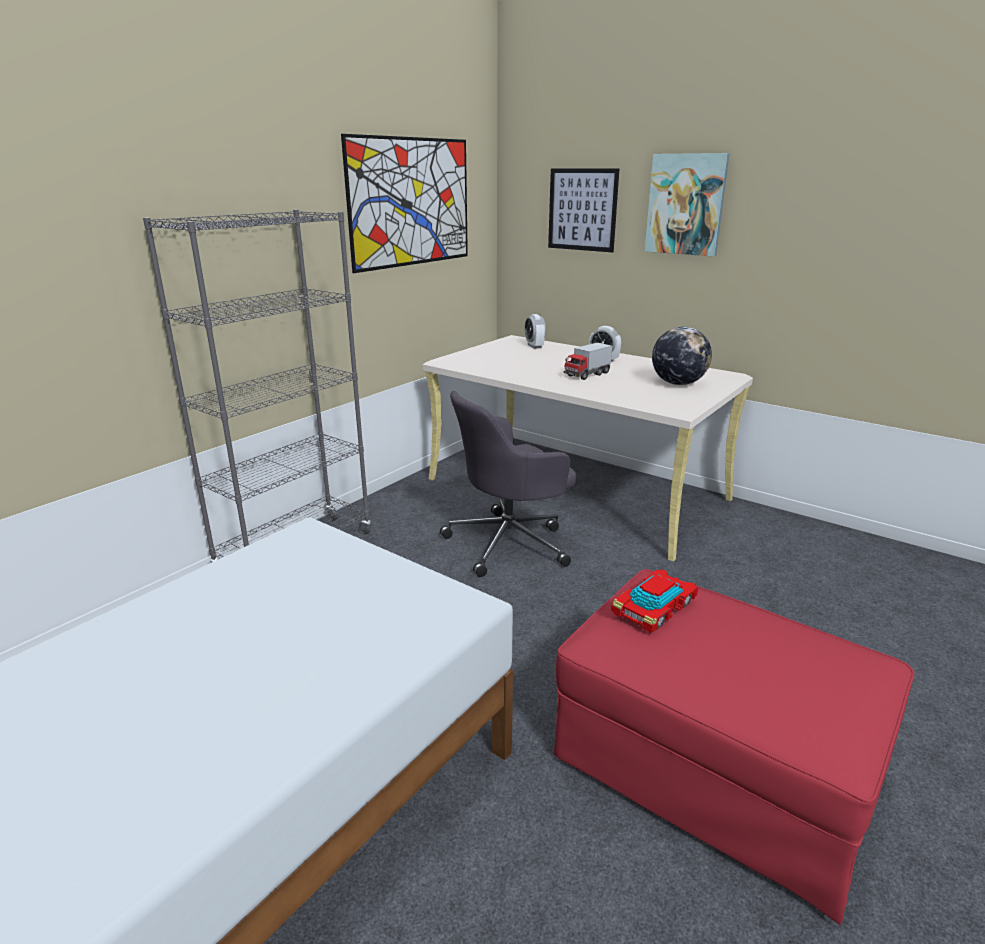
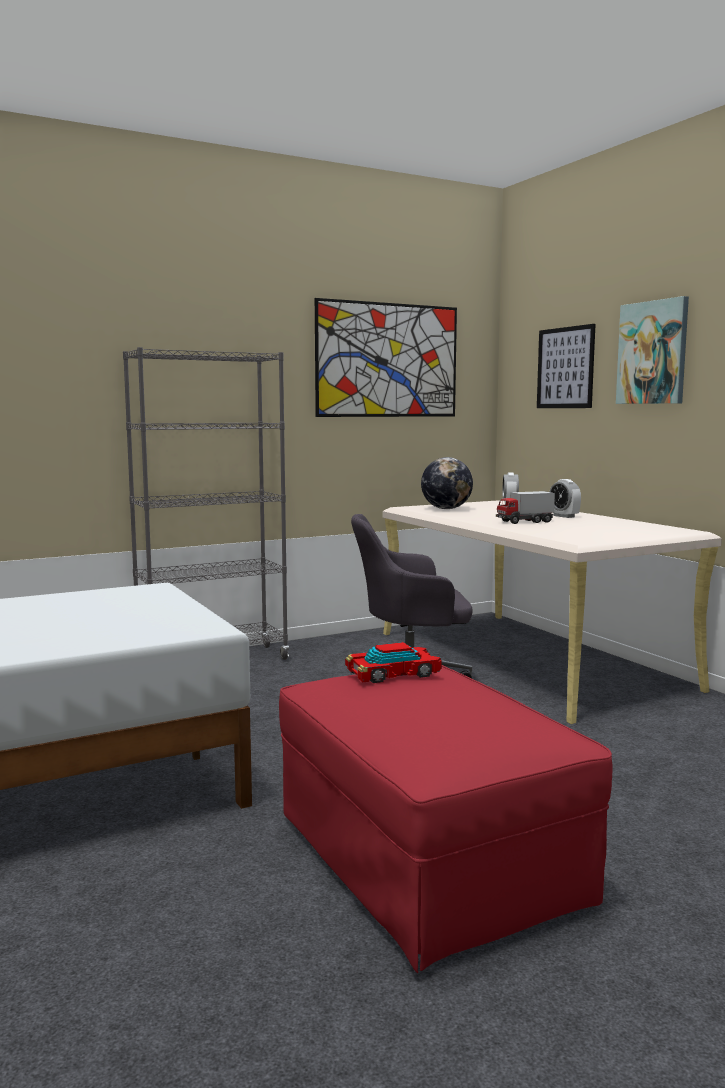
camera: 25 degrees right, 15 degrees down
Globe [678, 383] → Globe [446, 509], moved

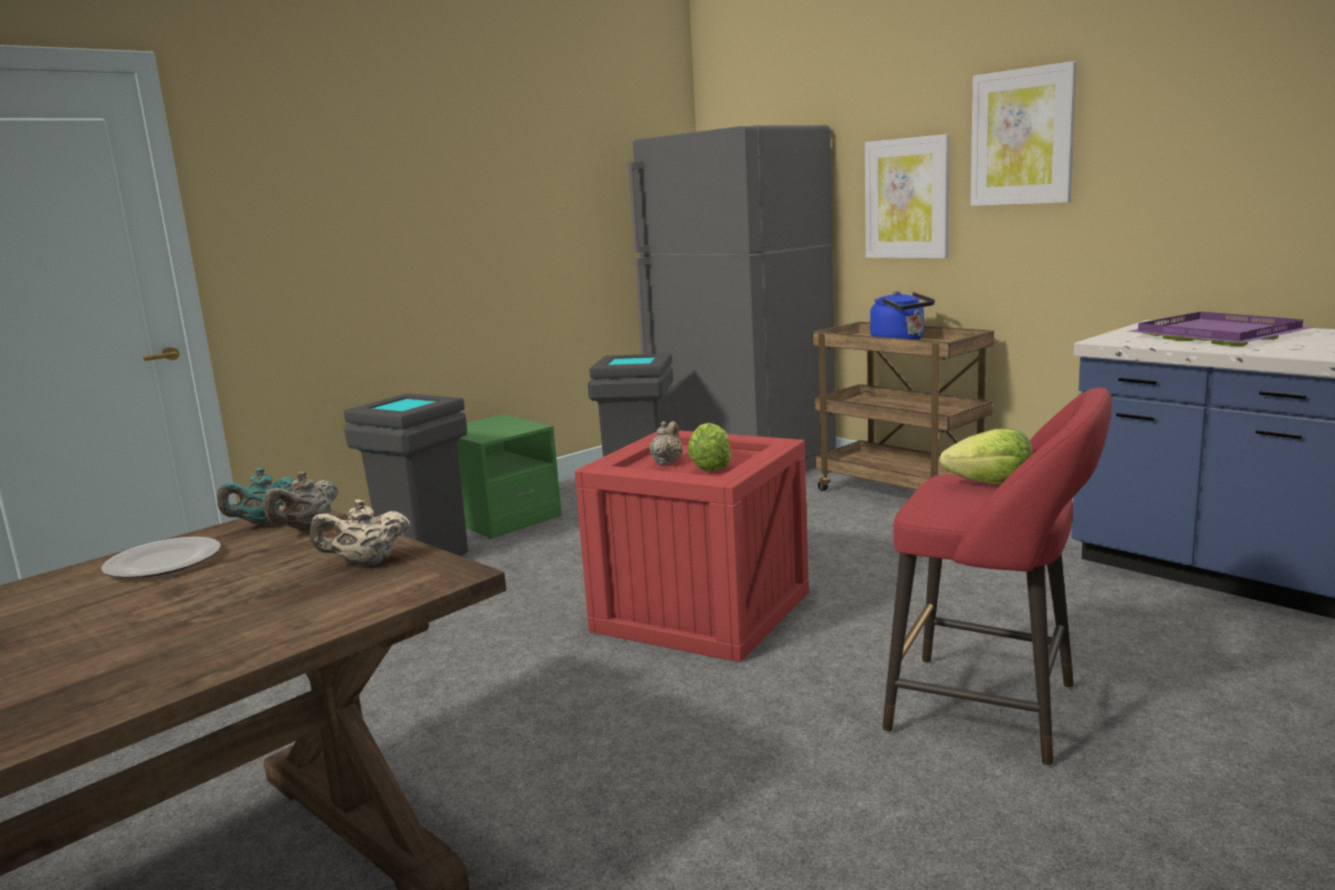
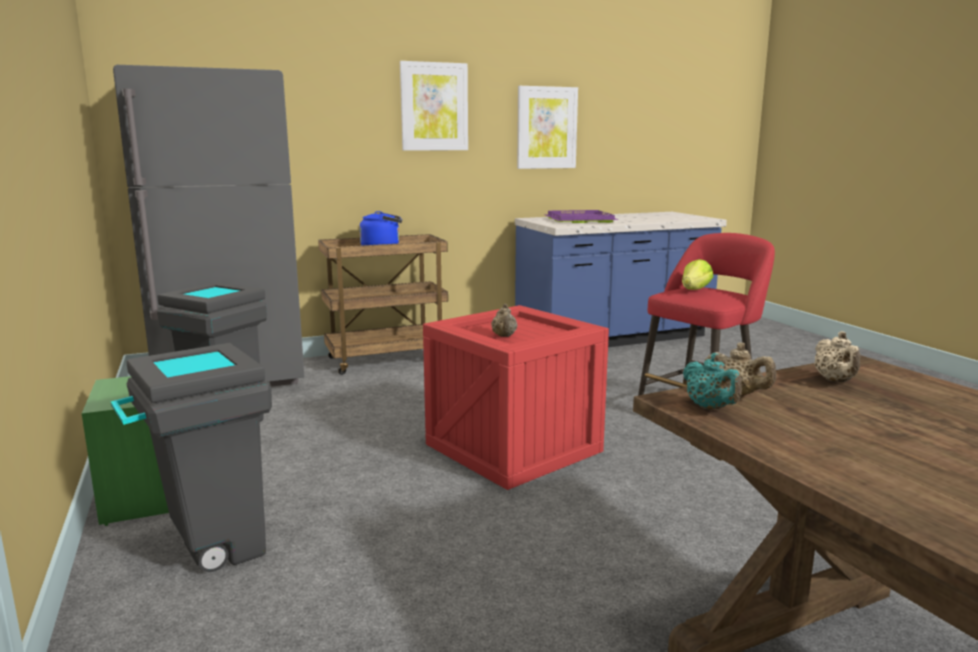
camera: 70 degrees left, 0 degrees up
Plate [165, 562] → -
Lettuce [710, 466] → -
Picture [907, 198] → Picture [546, 128], moved
BeigeTeapot [667, 462] → BeigeTeapot [504, 336], 135 degrees counterclockwise

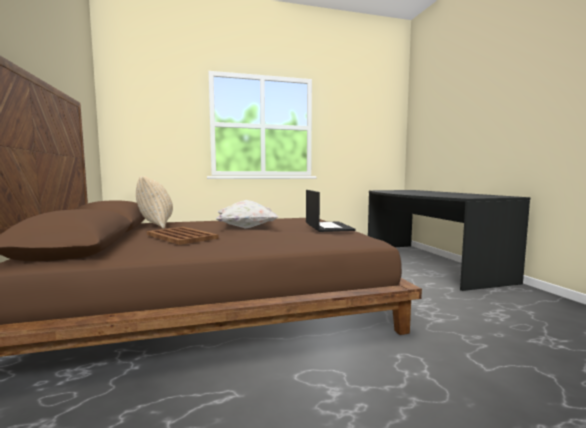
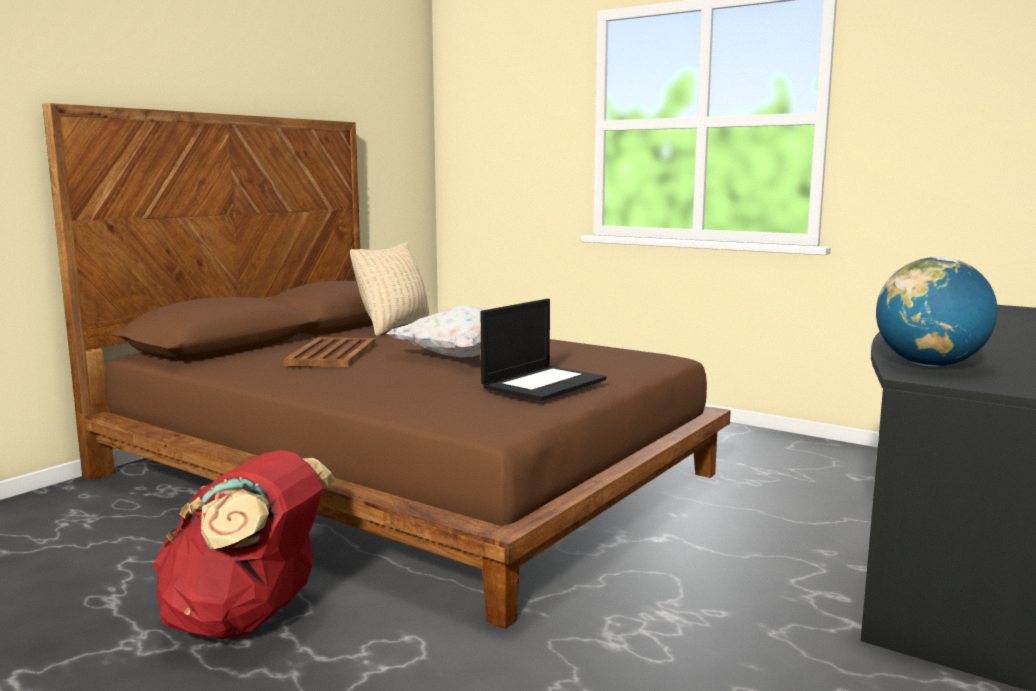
camera: 50 degrees right, 5 degrees up
- → RedBackpack [248, 620]
- → Globe [929, 365]

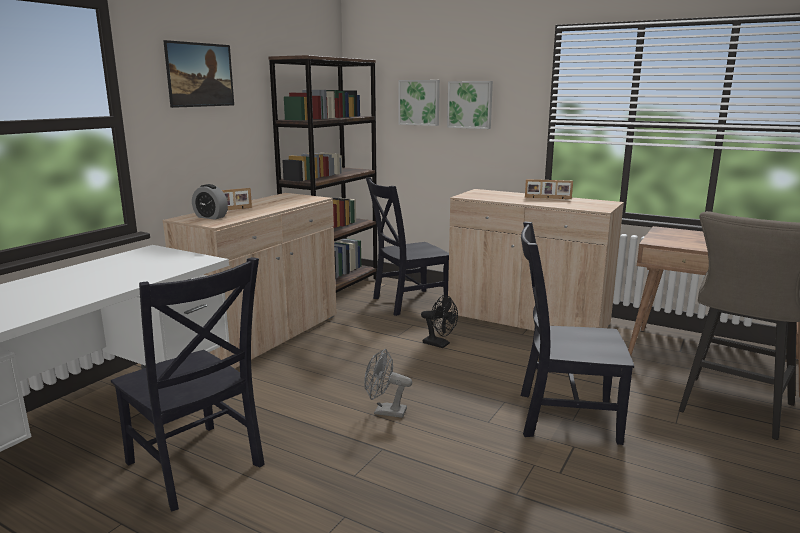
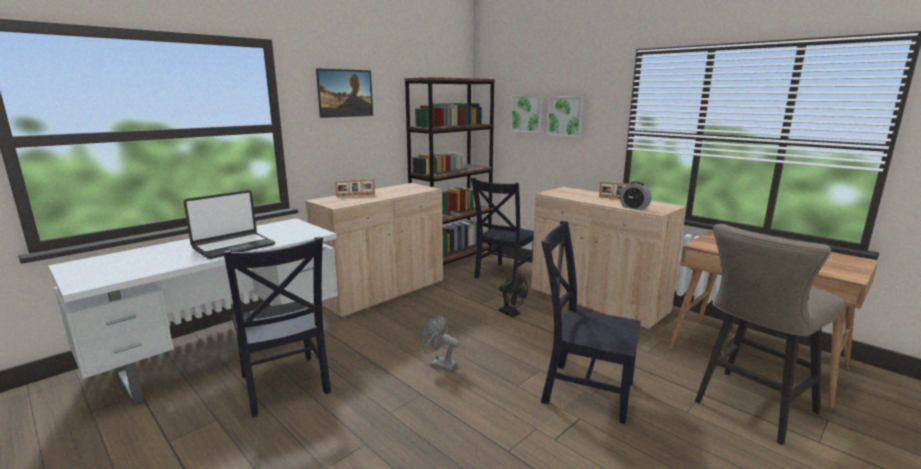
camera: 15 degrees right, 0 degrees up
- → Laptop [233, 246]
AlarmClock [211, 217] → AlarmClock [634, 208], moved
BlackChair [407, 302] → BlackChair [504, 275], 45 degrees counterclockwise

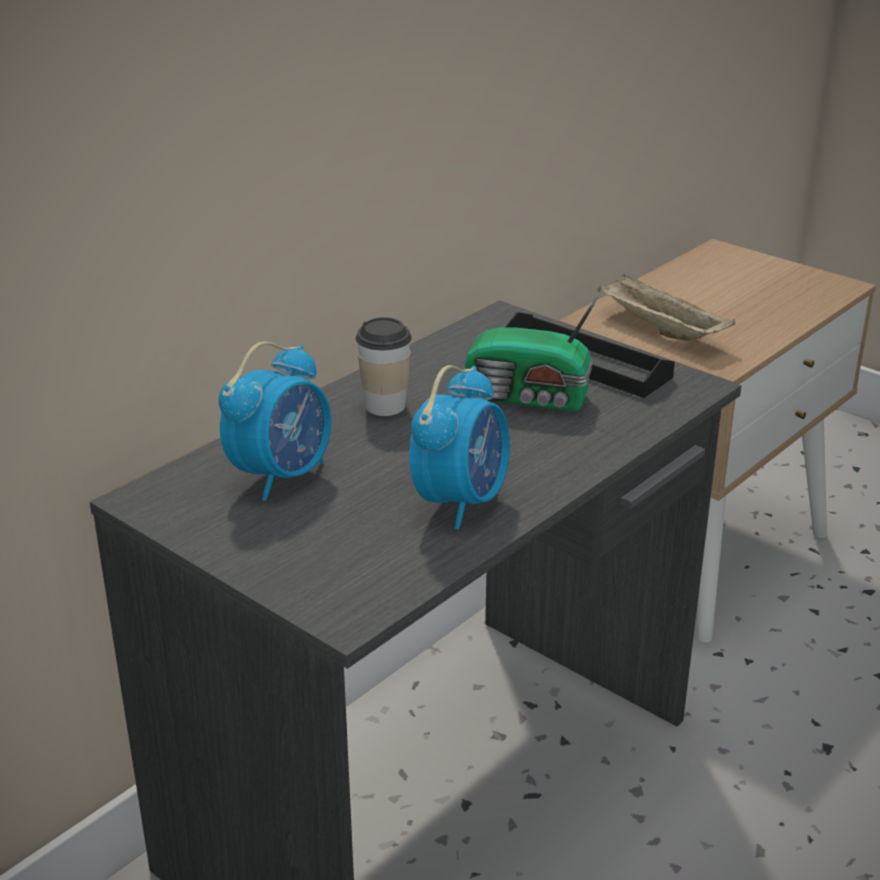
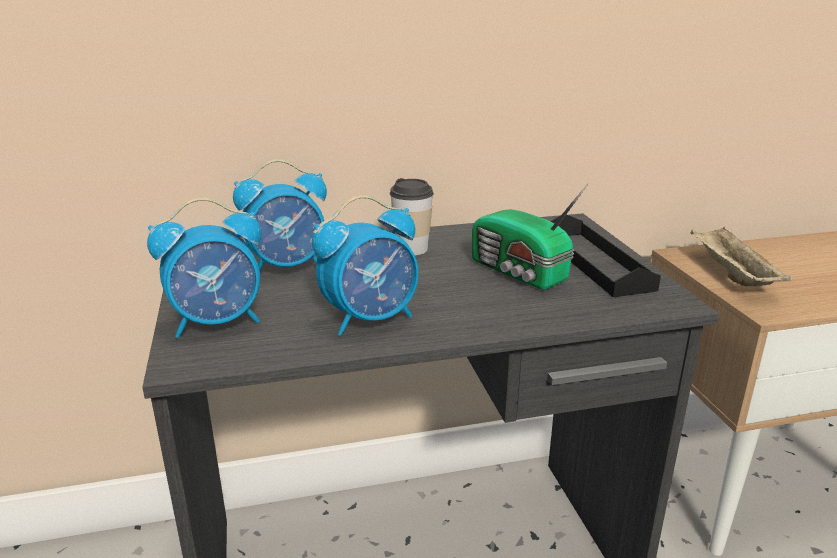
camera: 35 degrees right, 5 degrees down
- → AlarmClock [218, 322]

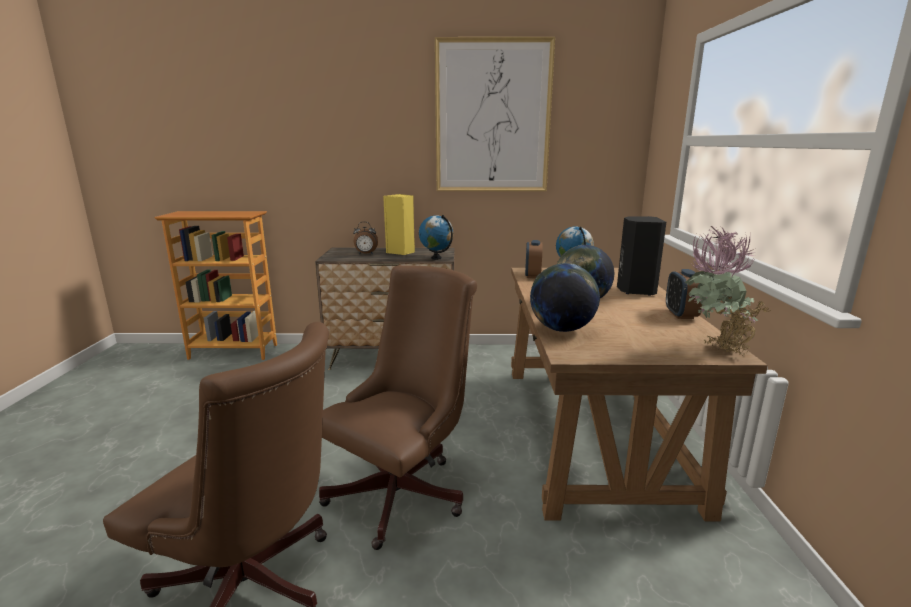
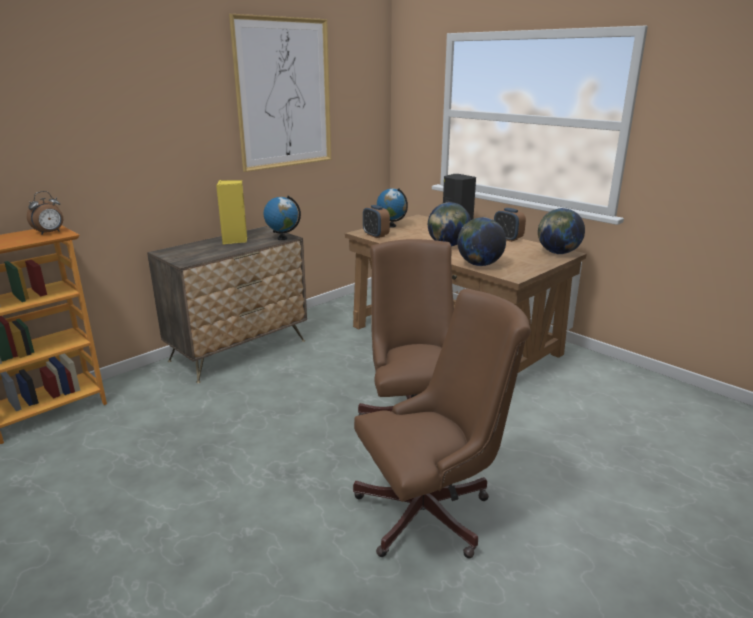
camera: 45 degrees left, 5 degrees up
AlarmClock [366, 254] → AlarmClock [50, 233], moved
PottedPlant [714, 350] → Globe [558, 253]

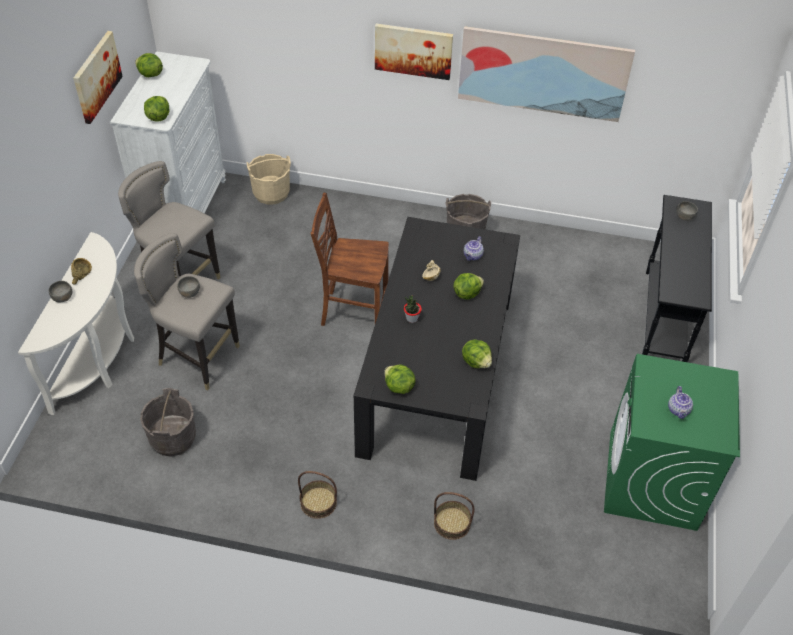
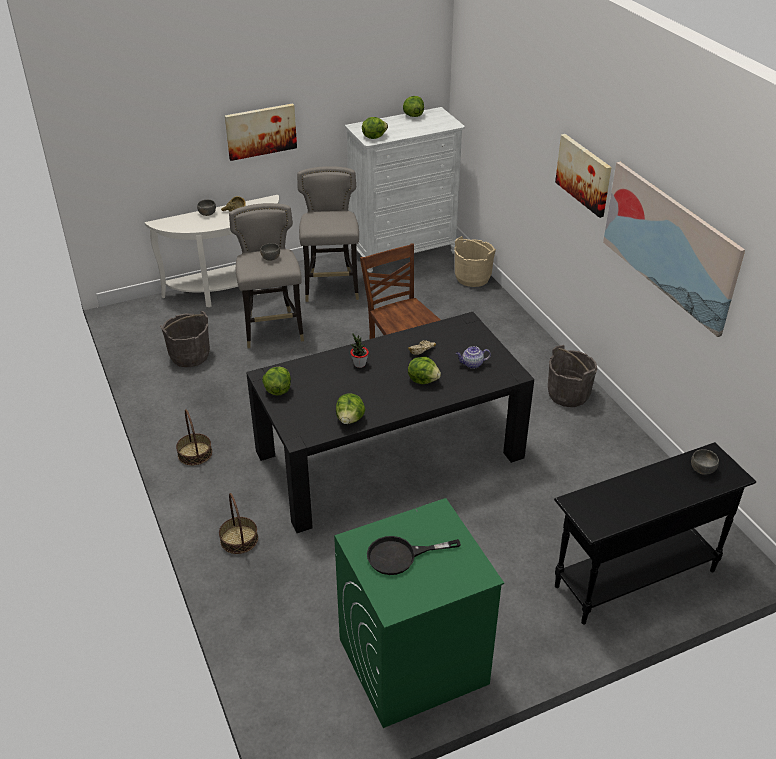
camera: 55 degrees right, 10 degrees down
Picture [96, 76] → Picture [261, 131], moved
Teapot [678, 410] → BlackFryingPan [400, 556]

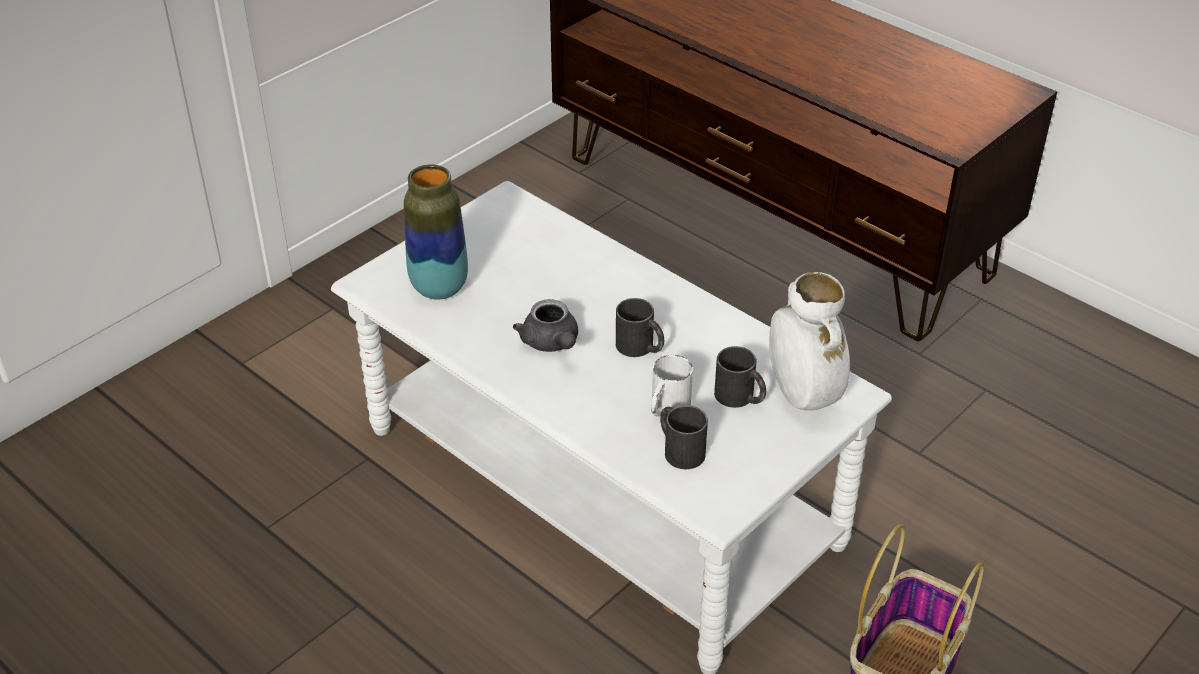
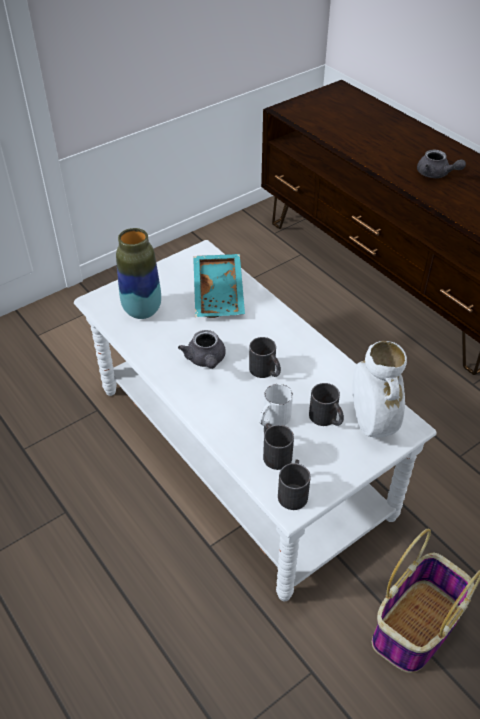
camera: 10 degrees right, 5 degrees up
- → TurquoiseTray [220, 293]
- → BlackMug [293, 491]
- → GreyTeapot [436, 174]

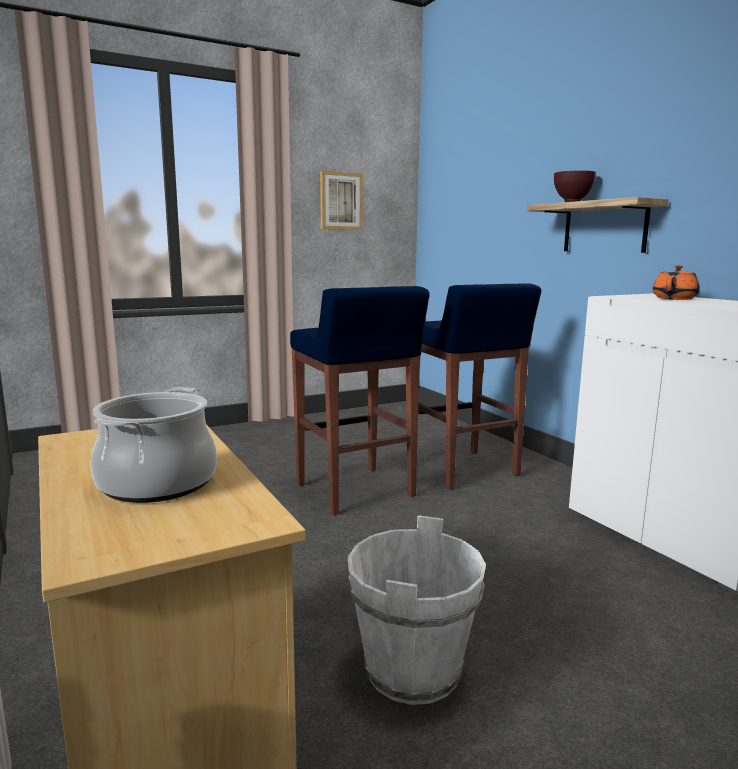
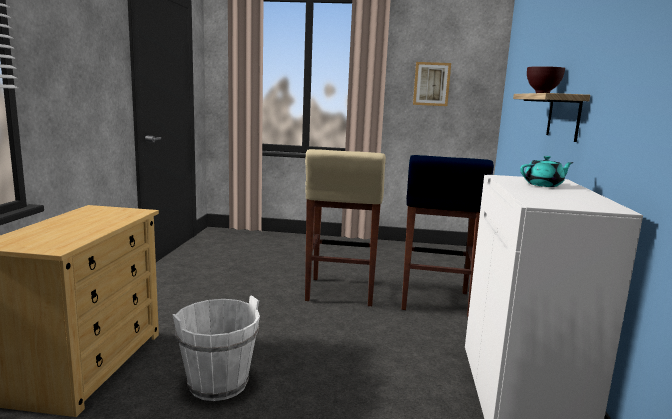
camera: 35 degrees right, 0 degrees up
CookingPot [157, 483] → -
BlueStool [355, 491] → BeigeStool [340, 292]
OrangeTeapot [675, 298] → TurquoiseTeapot [544, 185]

